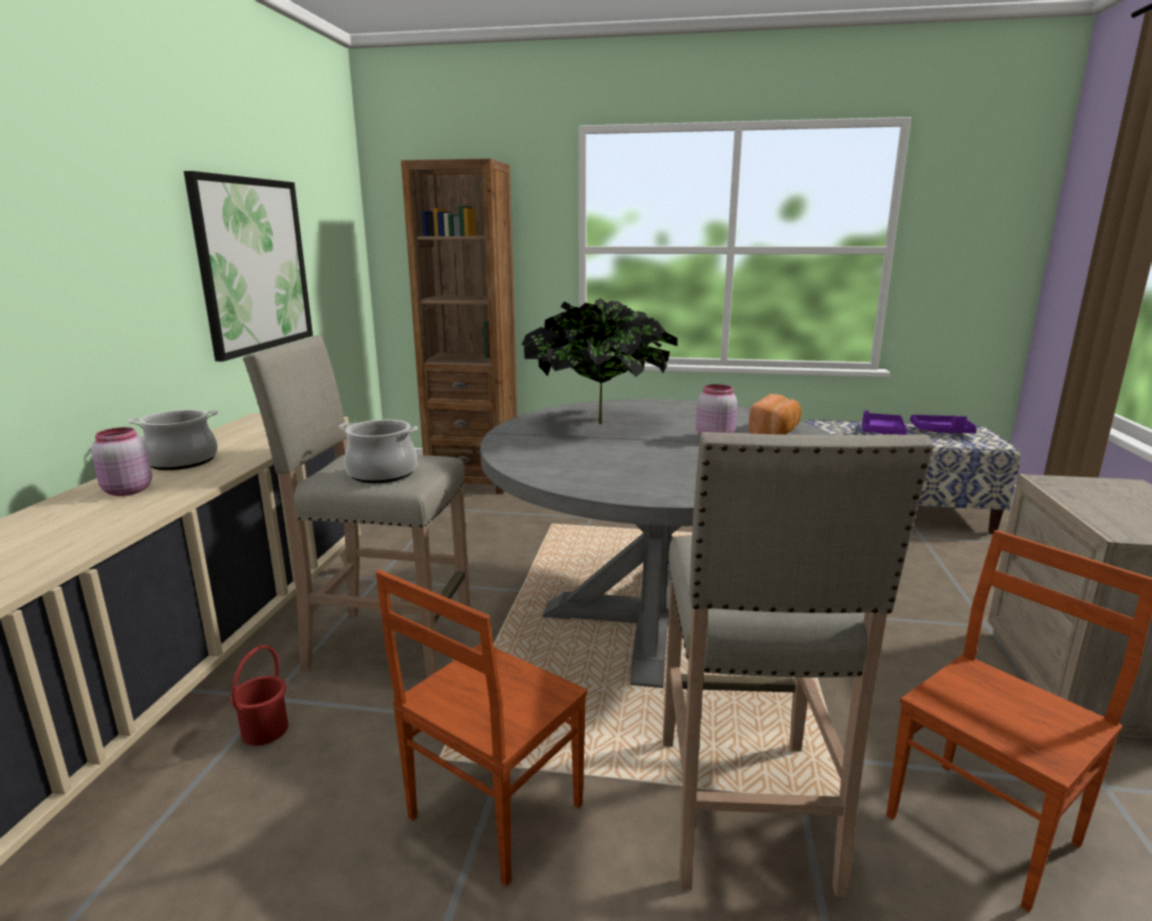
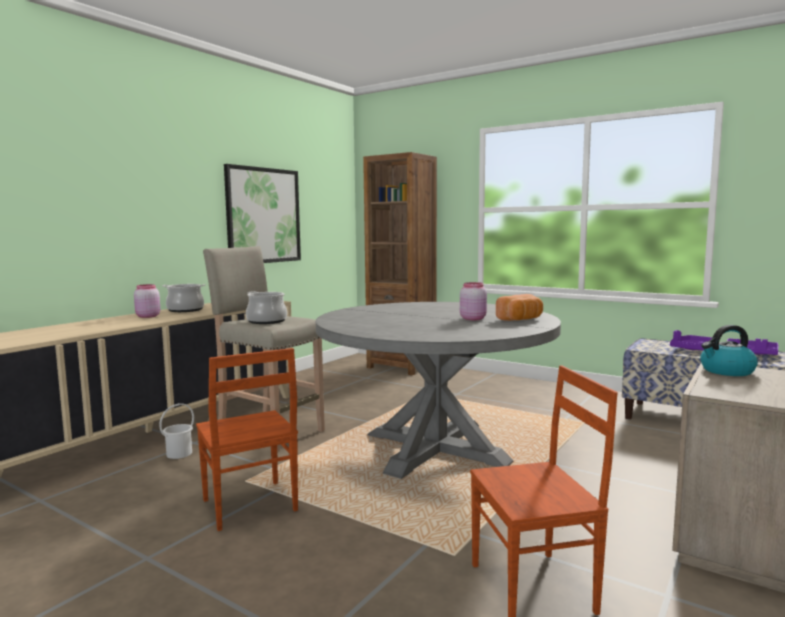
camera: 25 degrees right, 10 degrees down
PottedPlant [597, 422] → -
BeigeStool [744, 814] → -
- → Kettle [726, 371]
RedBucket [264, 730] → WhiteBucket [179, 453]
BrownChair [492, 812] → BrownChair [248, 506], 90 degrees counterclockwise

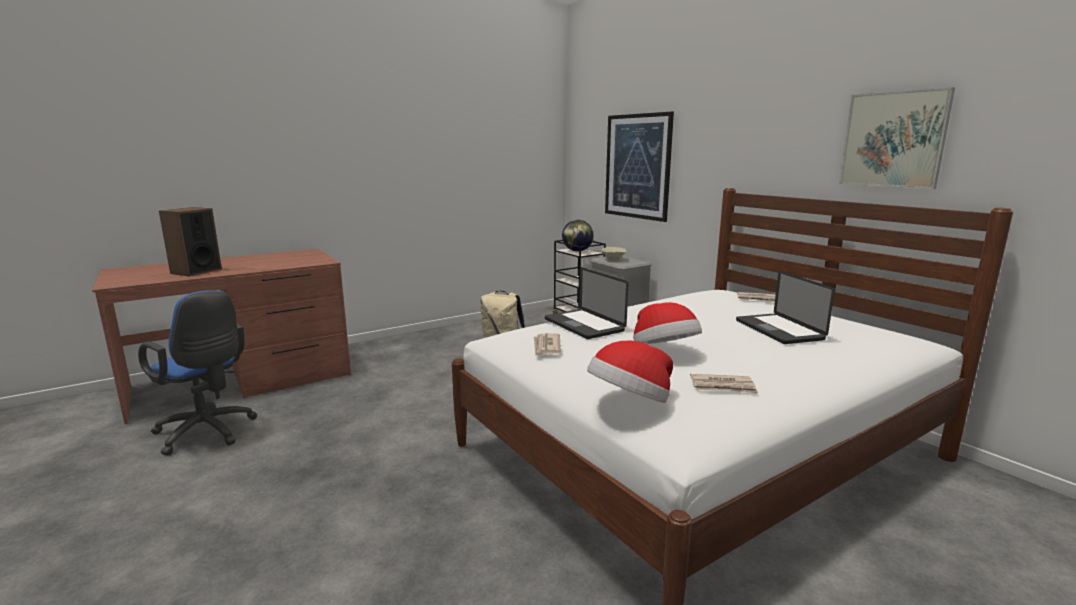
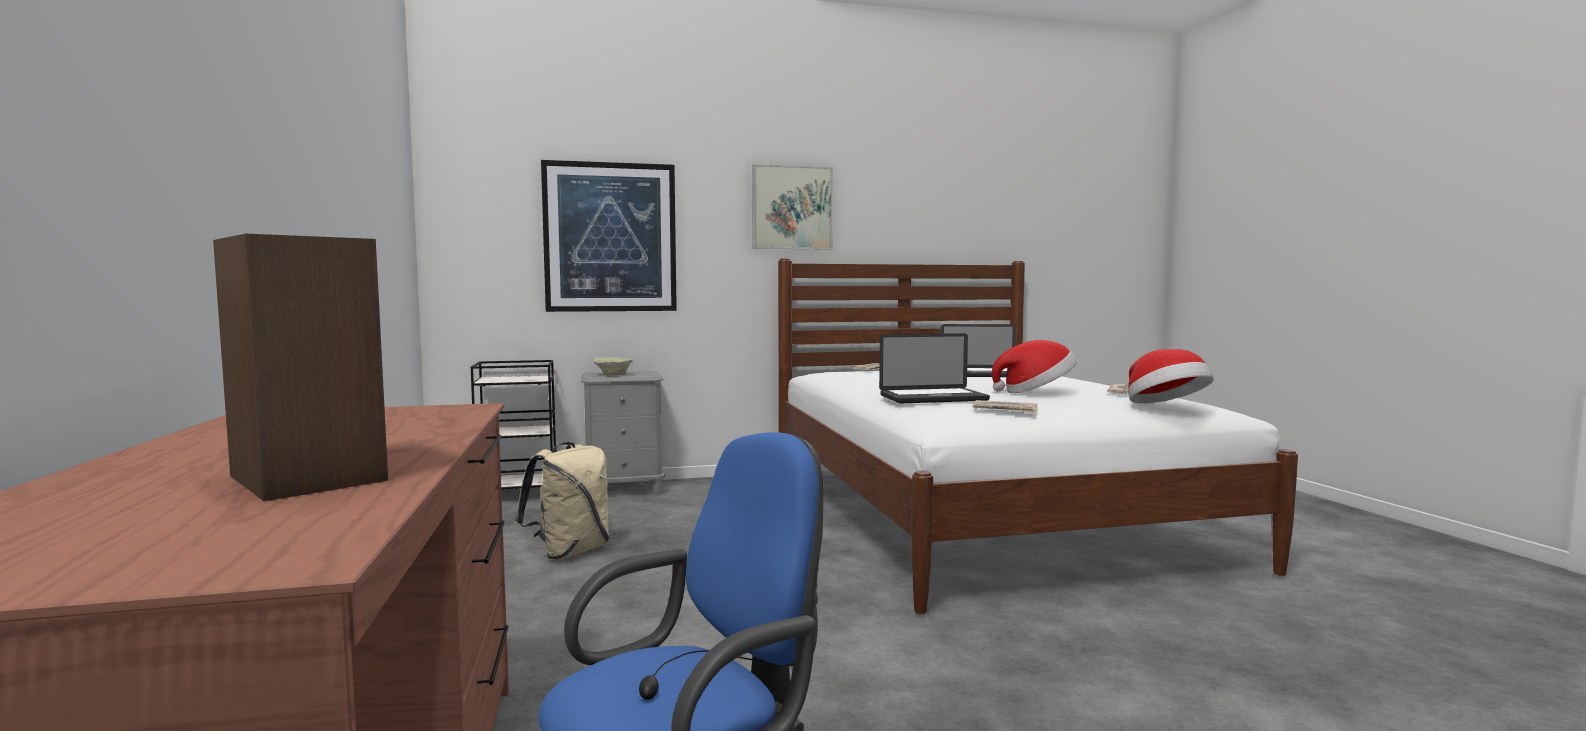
camera: 70 degrees left, 10 degrees down
Globe [577, 251] → -
Picture [893, 139] → Picture [792, 207], moved

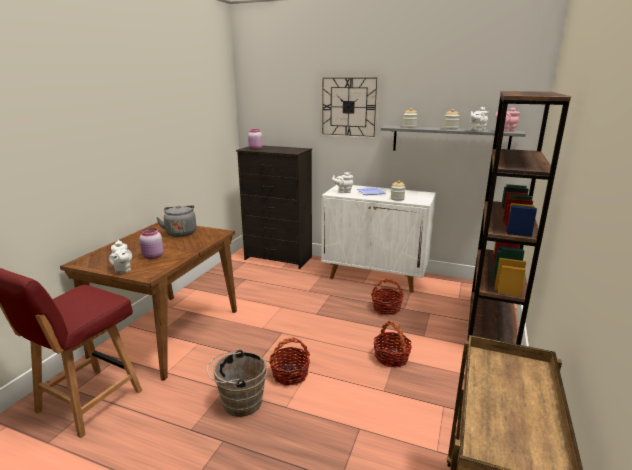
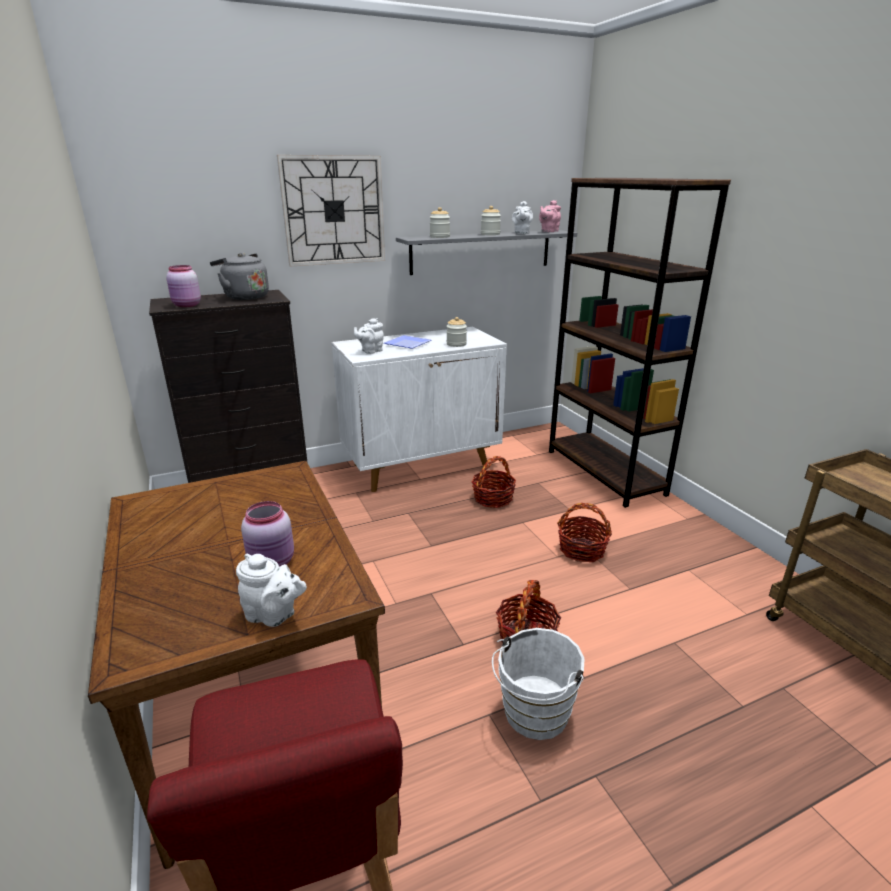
camera: 45 degrees left, 5 degrees up
GreyKettle [181, 233] → GreyKettle [244, 297], moved
BrownBucket [239, 402] → WhiteBucket [532, 715]

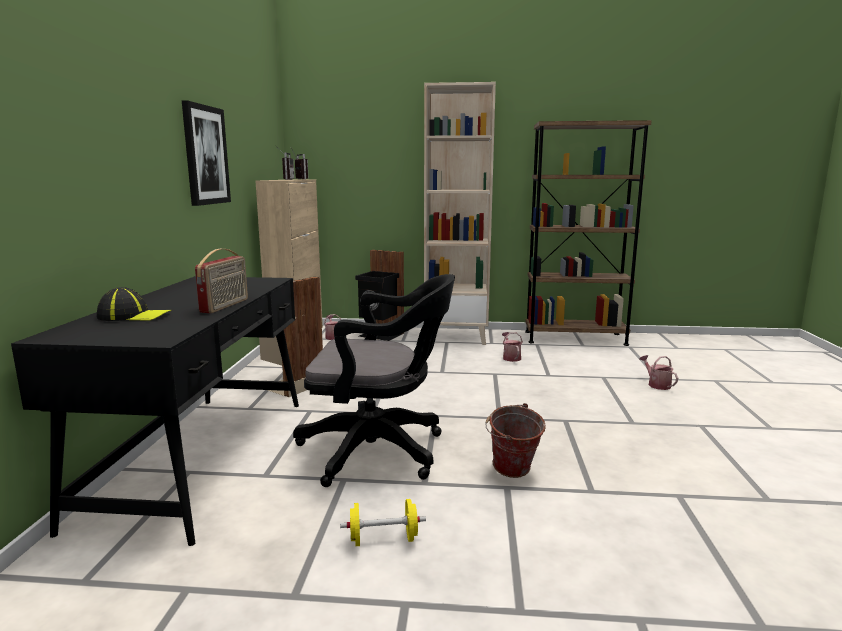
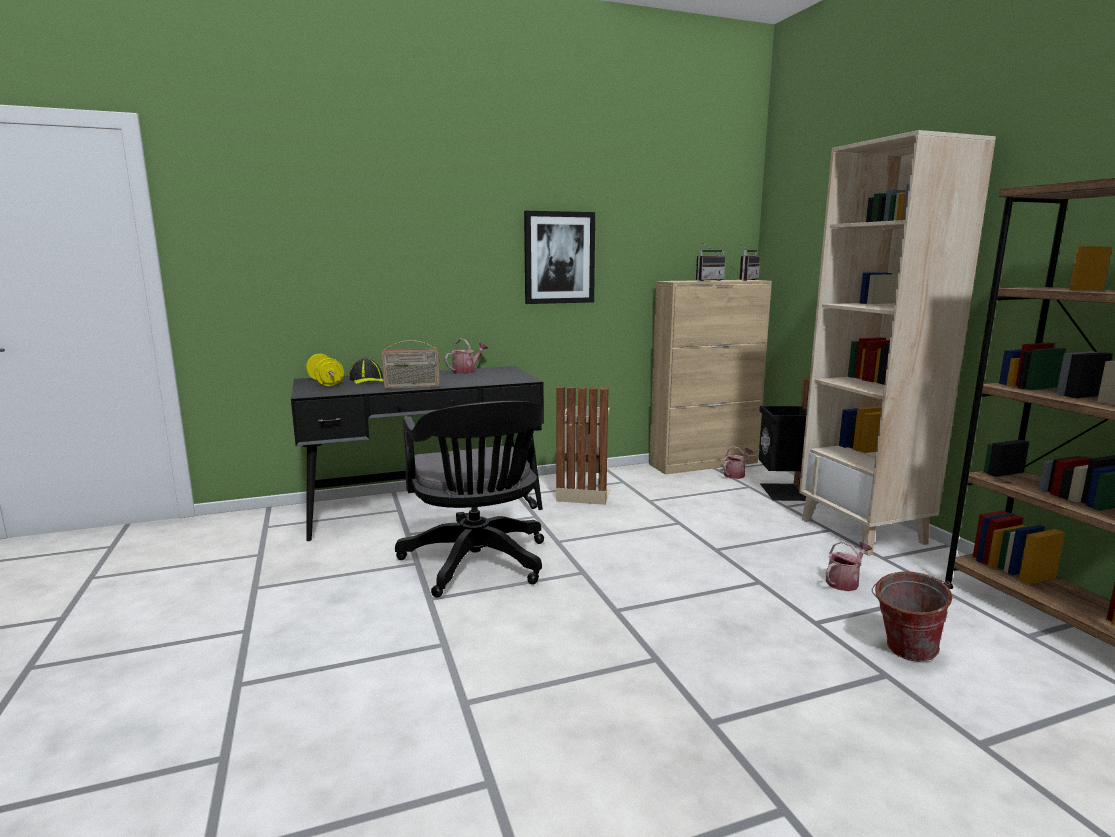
camera: 65 degrees right, 0 degrees up
YellowDumbbell [383, 539] → YellowDumbbell [325, 383], moved
Bucket [512, 473] → Bucket [902, 652], moved
WateringCan [657, 384] → WateringCan [466, 371], moved

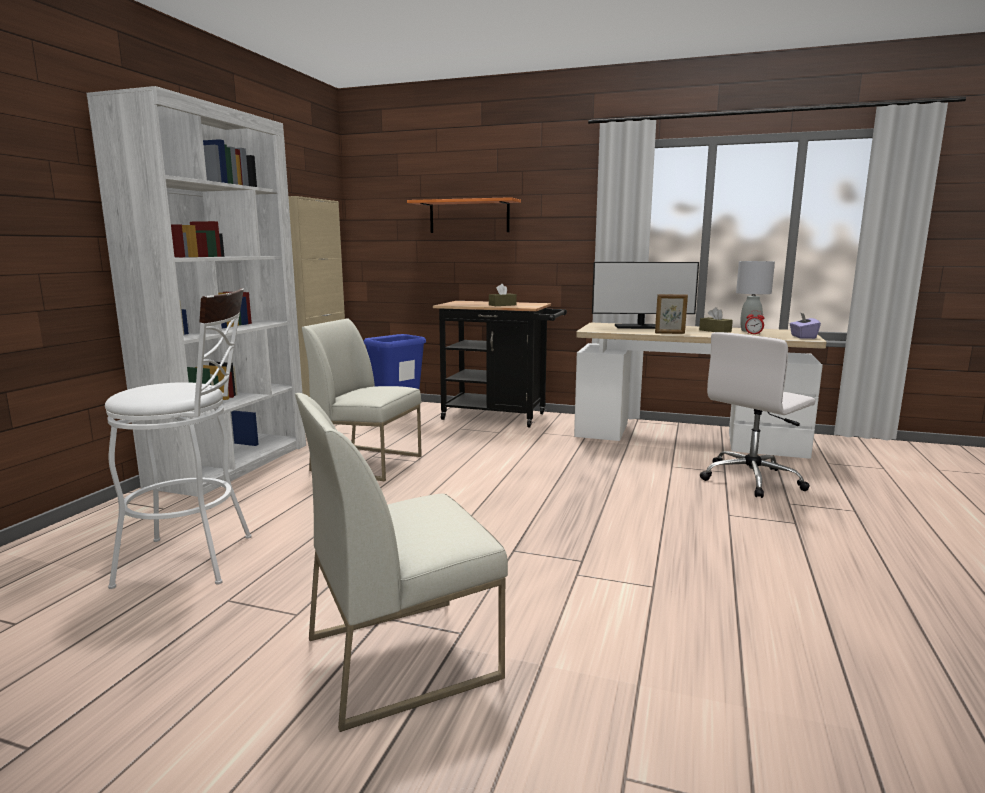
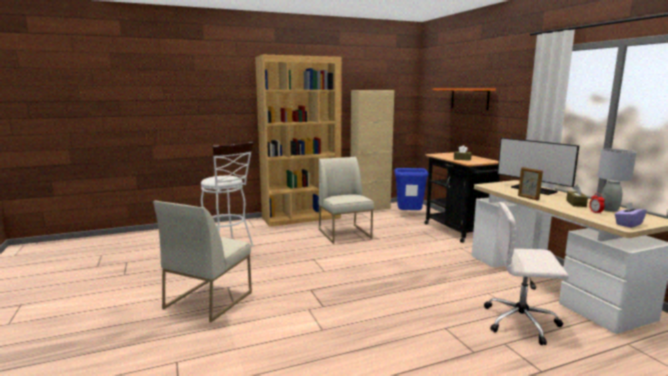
camera: 50 degrees right, 0 degrees up
WhiteBookcase [232, 464] → BrownBookcase [301, 218]
WhiteChair [403, 656] → WhiteChair [208, 300], 90 degrees counterclockwise

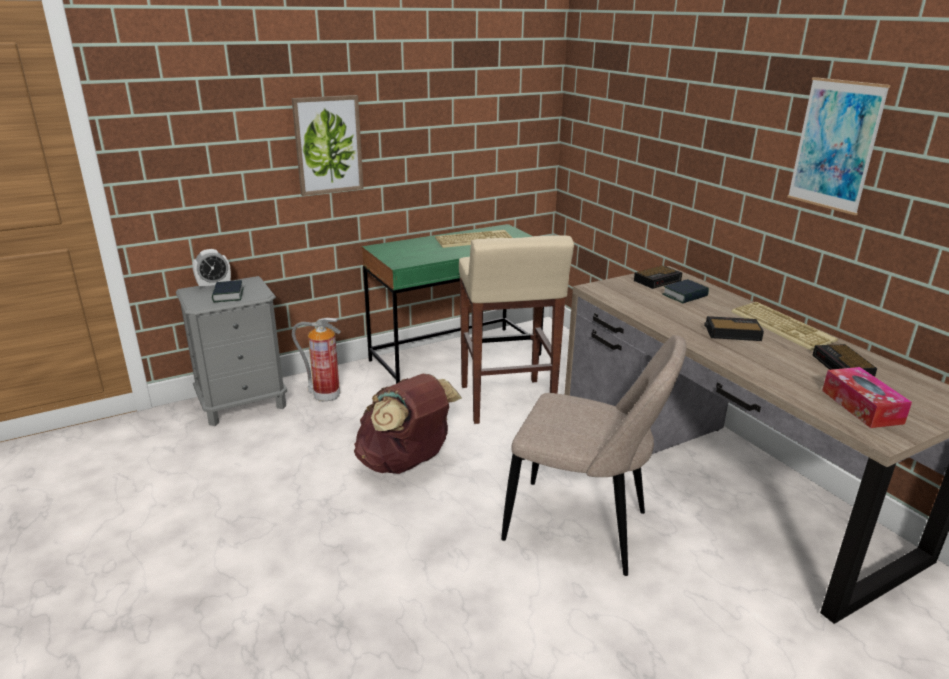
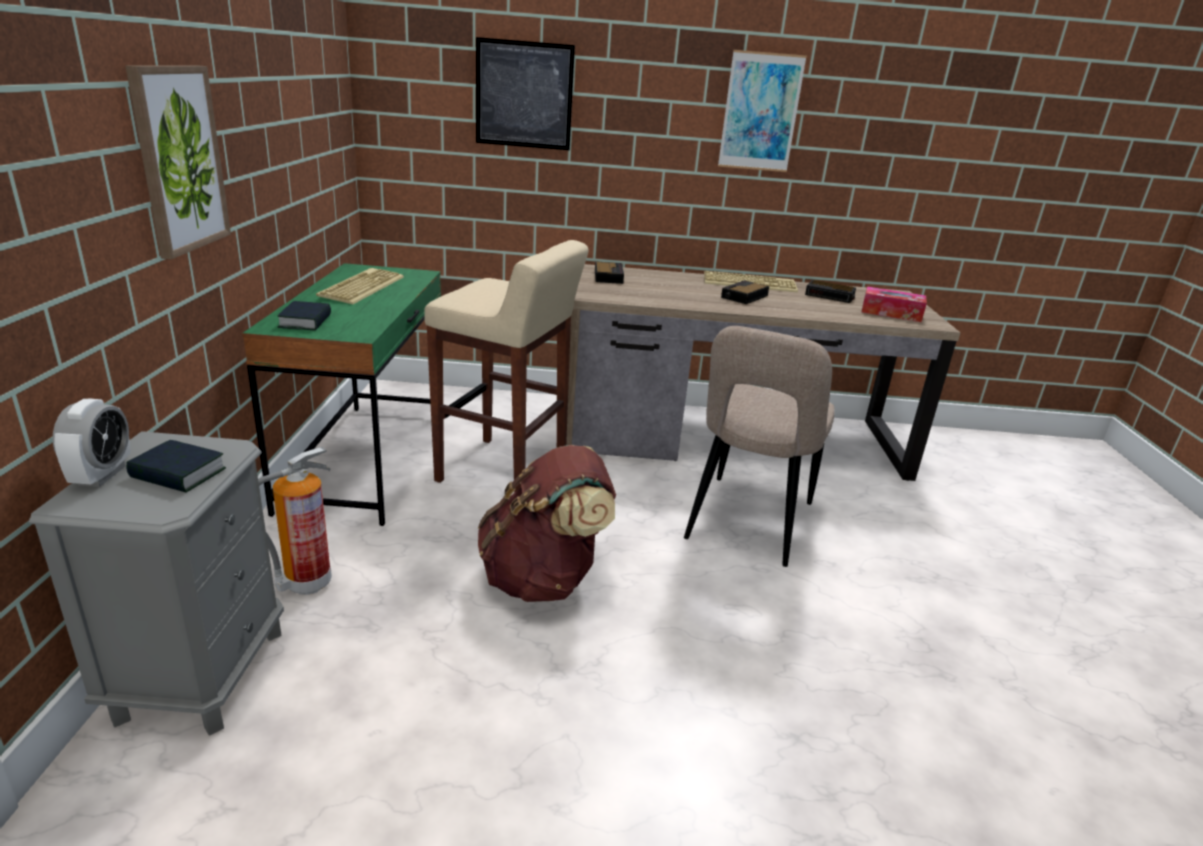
camera: 60 degrees left, 0 degrees up
- → Picture [524, 95]
Book [685, 295] → Book [305, 321], moved
BeigeChair [583, 528] → BeigeChair [747, 524], 150 degrees clockwise

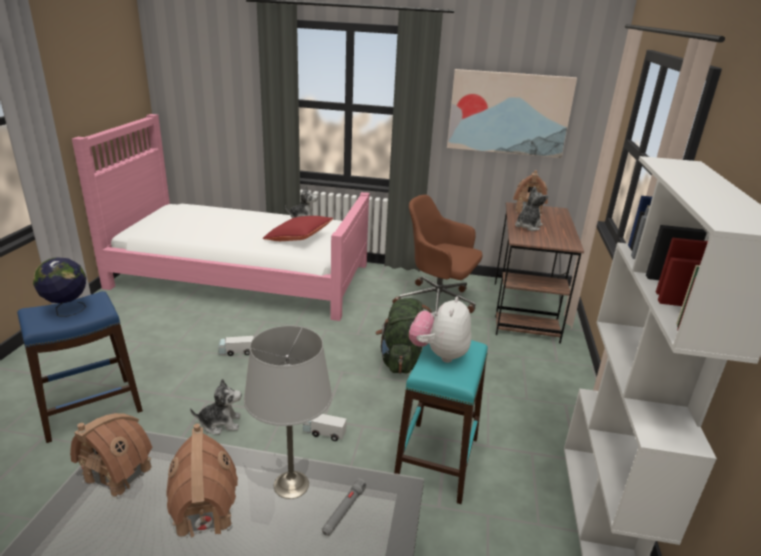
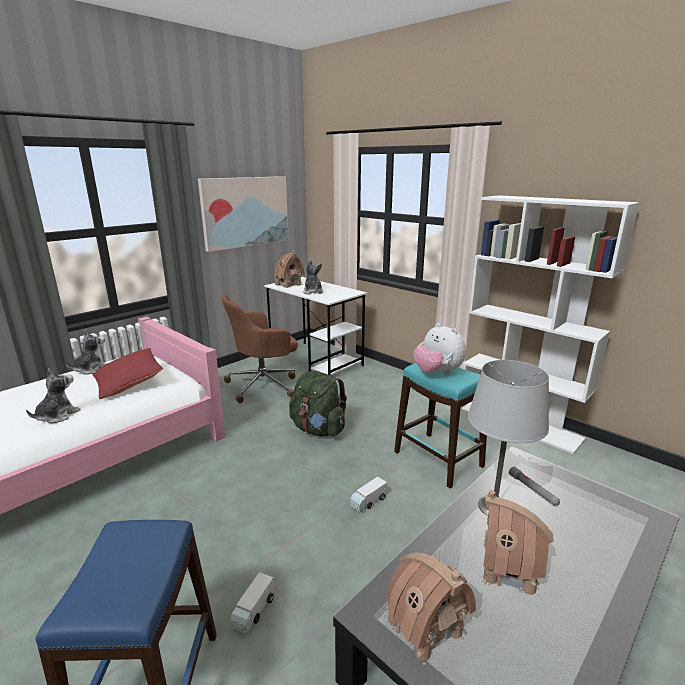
camera: 55 degrees left, 5 degrees down
Globe [67, 311] → -
PlushToy [220, 423] → PlushToy [57, 415], moved
ToyTruck [236, 352] → ToyTruck [253, 611], moved
BrownDesk [524, 311] → WhiteDesk [316, 360]

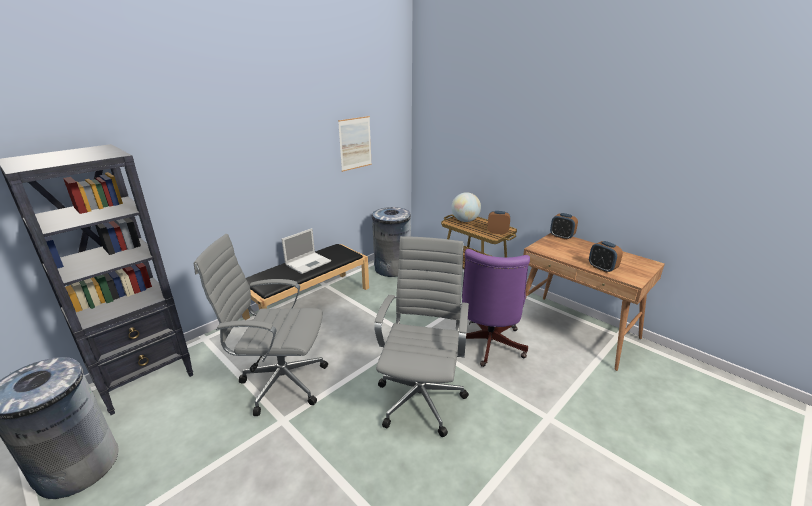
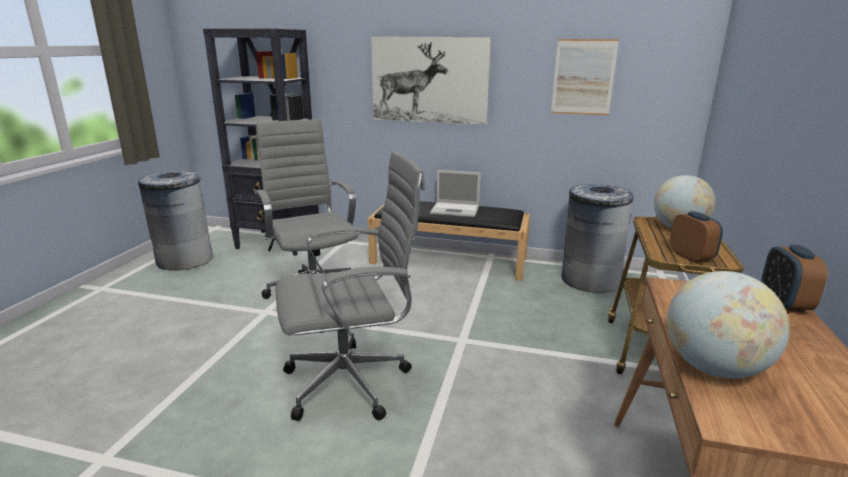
camera: 60 degrees right, 5 degrees down
PurpleOfficeChair [487, 346] → -
- → Picture [429, 80]
AlarmClock [602, 268] → Globe [713, 368]

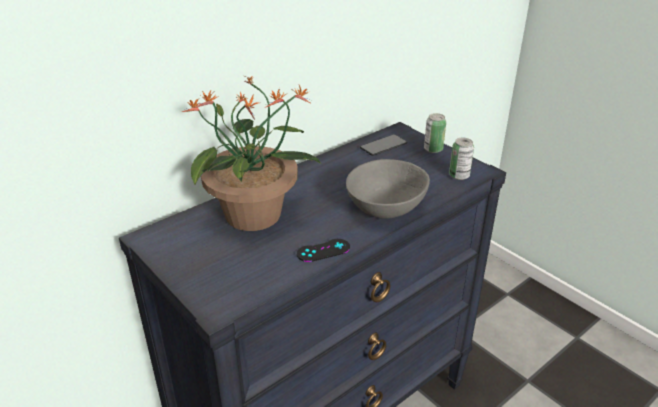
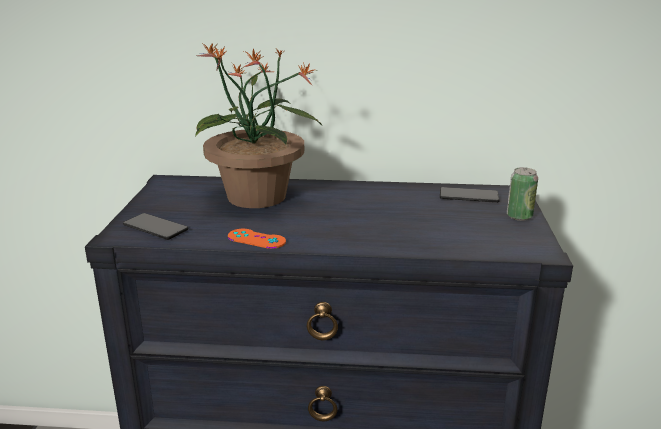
camera: 45 degrees right, 10 degrees down
GreyBowl [386, 207] → -
Can [459, 176] → -
- → Phone [155, 227]
BlackGameController [323, 250] → OrangeGameController [256, 239]

